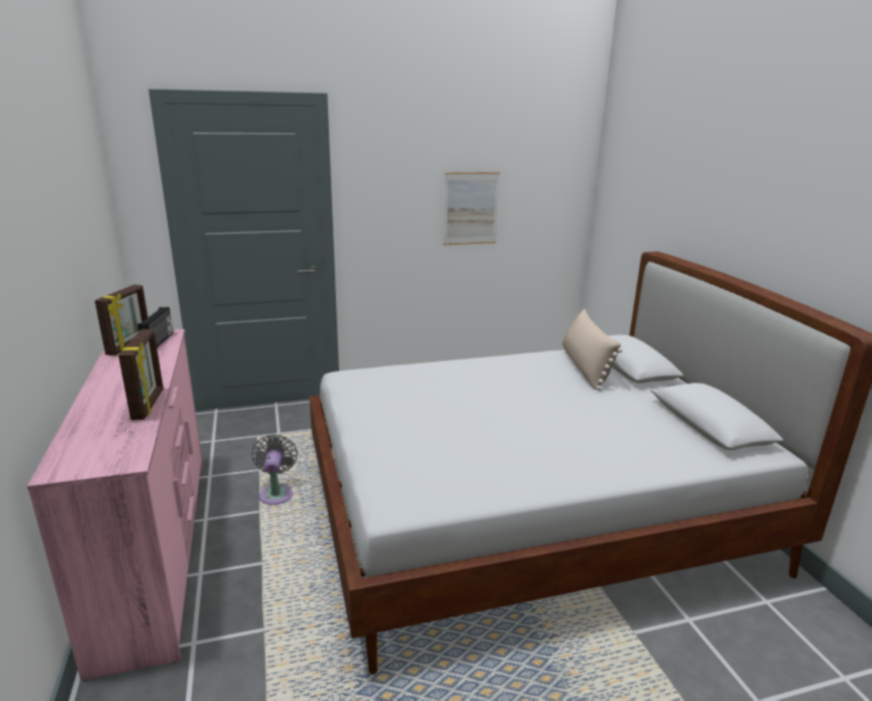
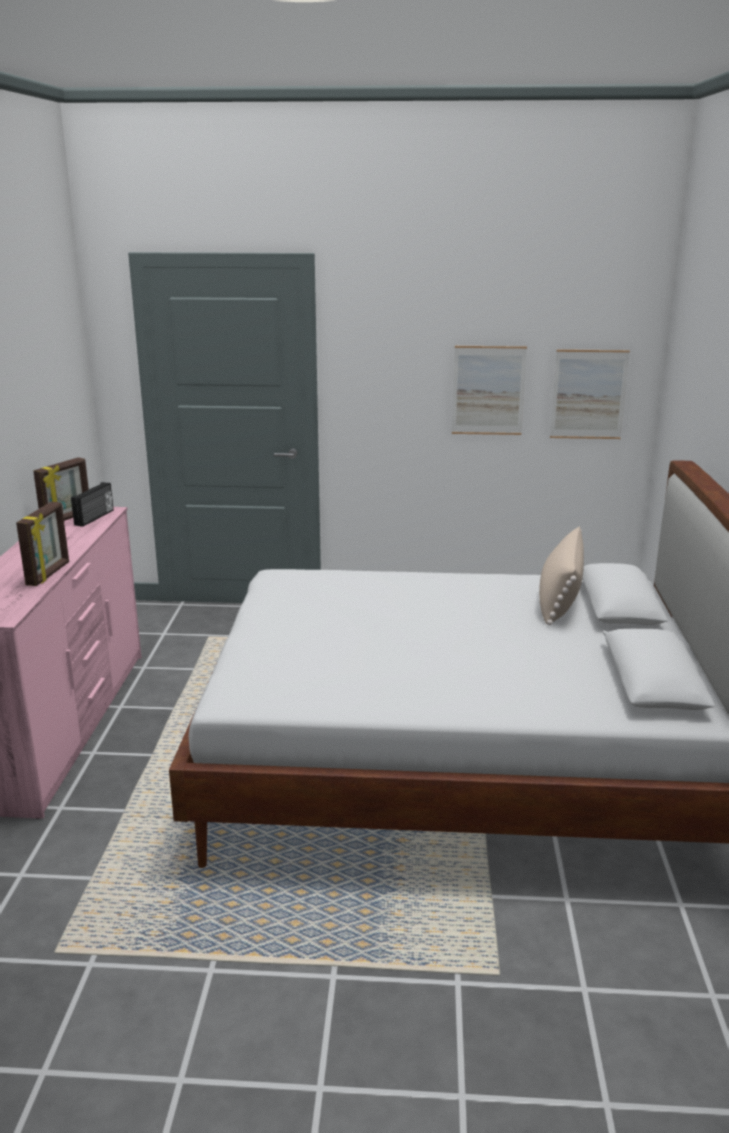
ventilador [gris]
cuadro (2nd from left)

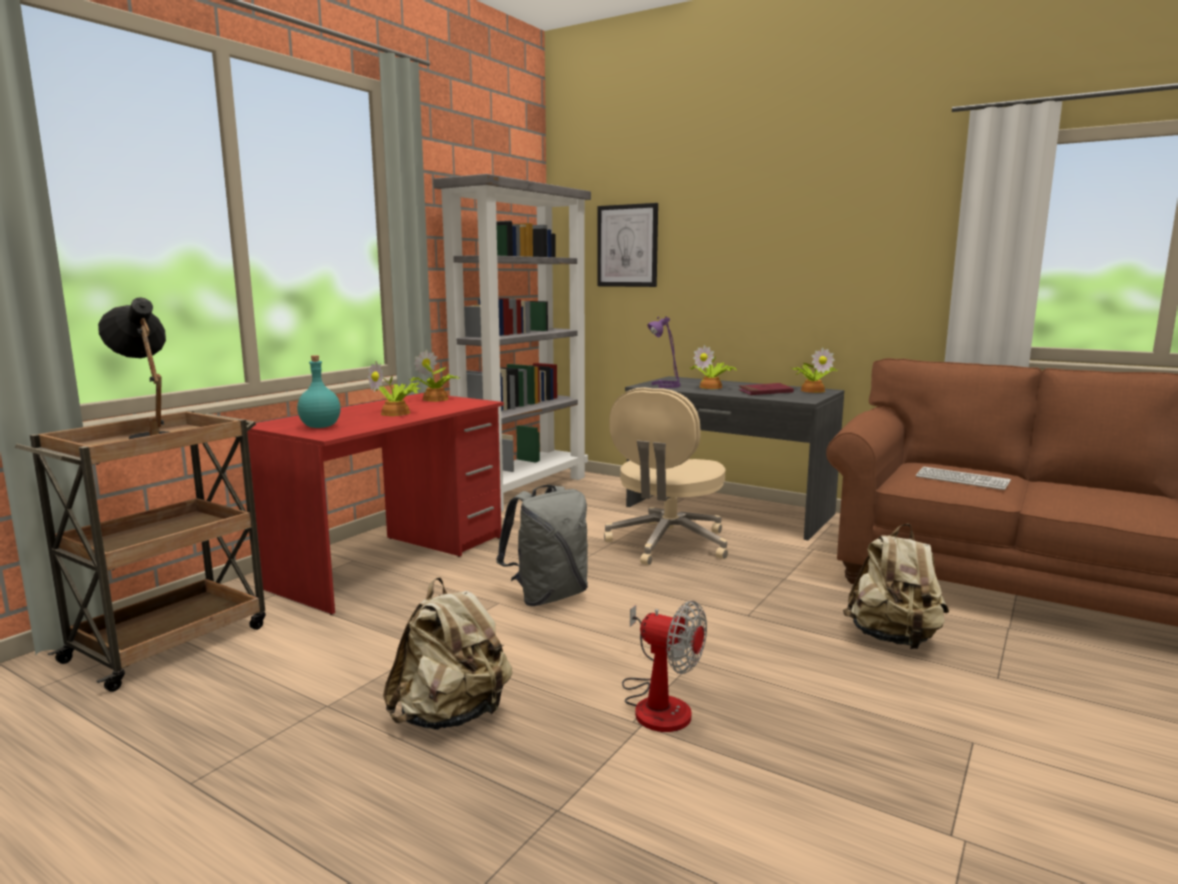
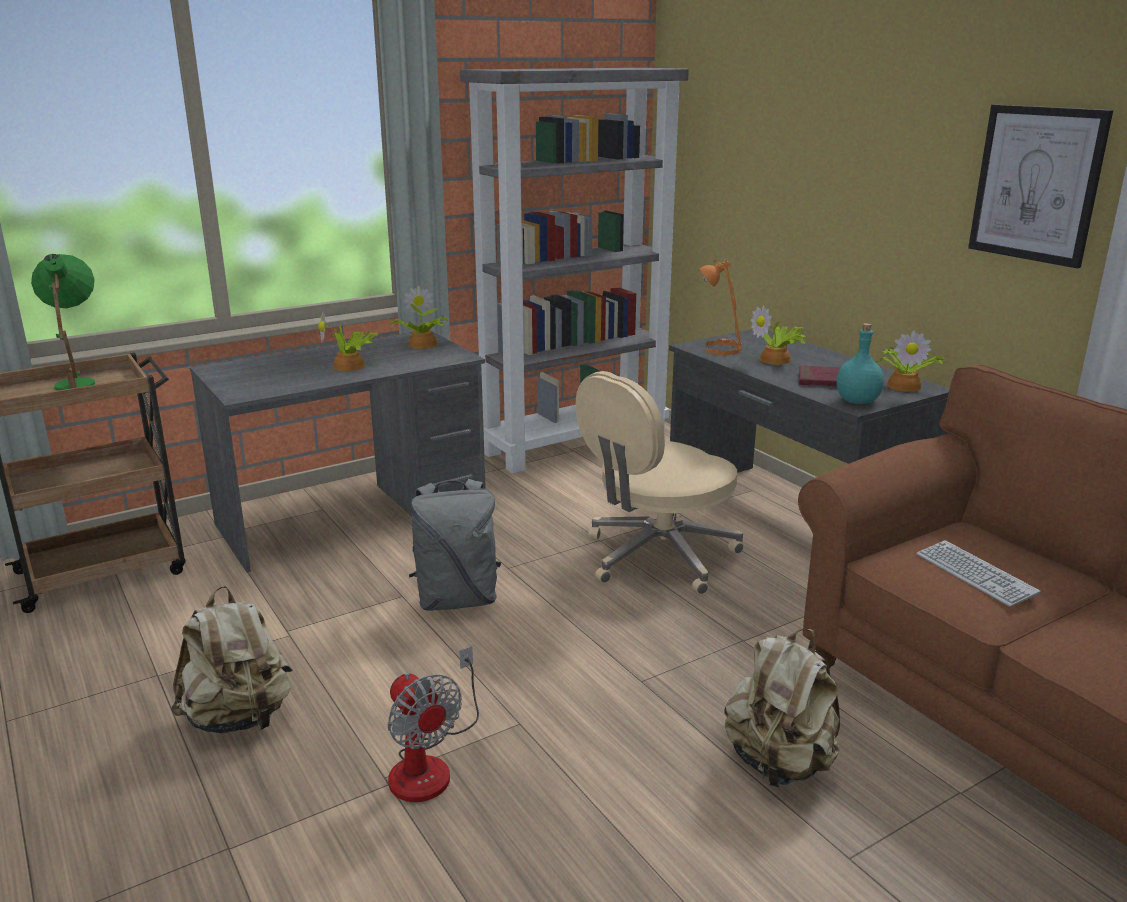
cuadro
lámpara de mesa [verde]
lámpara de mesa [naranja]
botella [turquesa]
escritorio [gris] (1st from left)

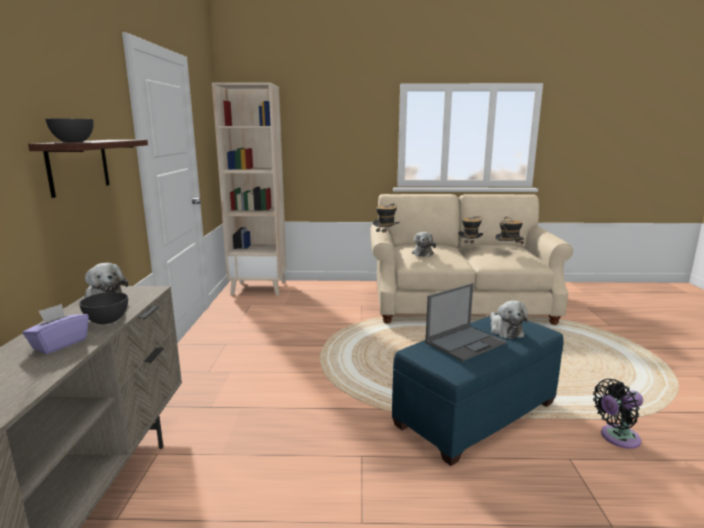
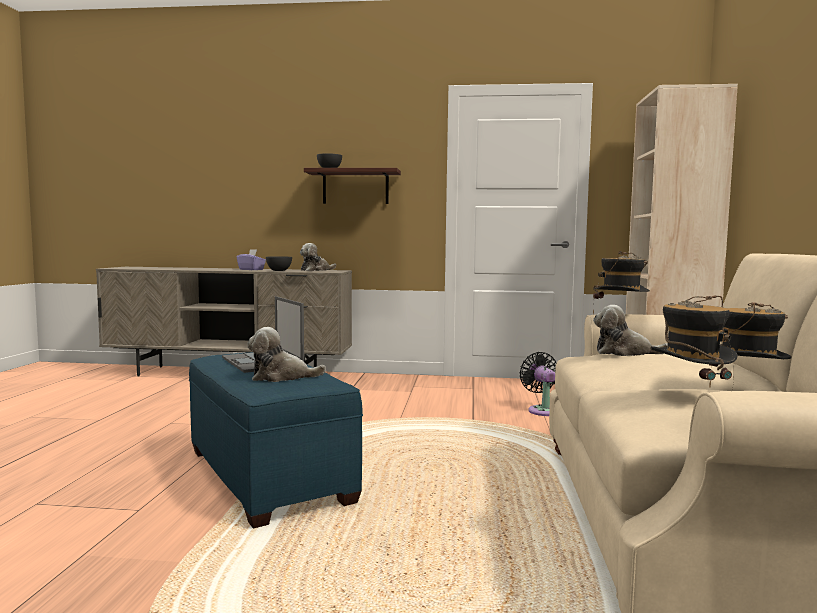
ventilador [negro]

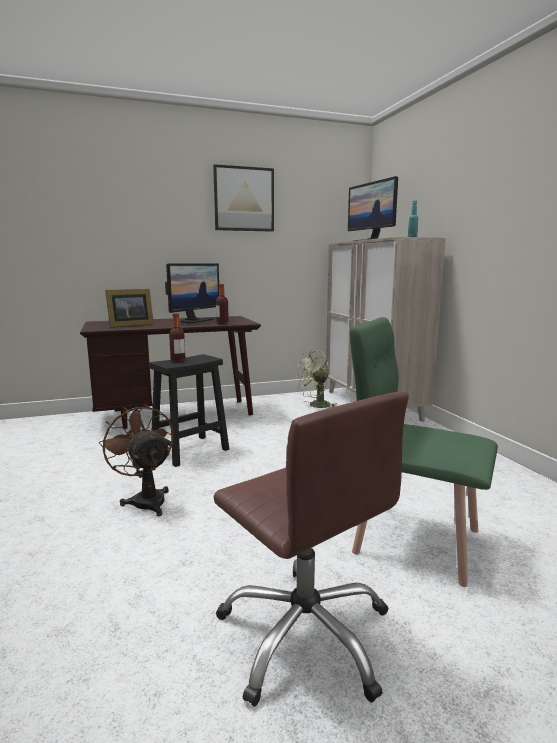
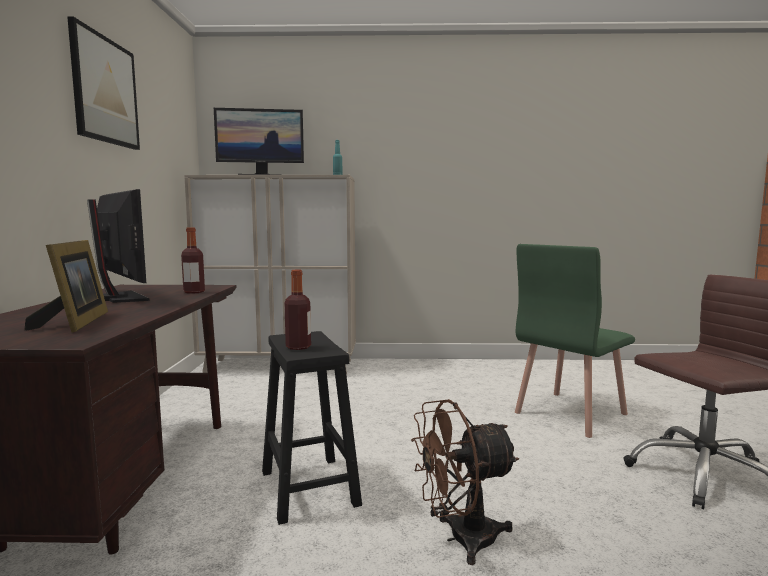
ventilador [verde]

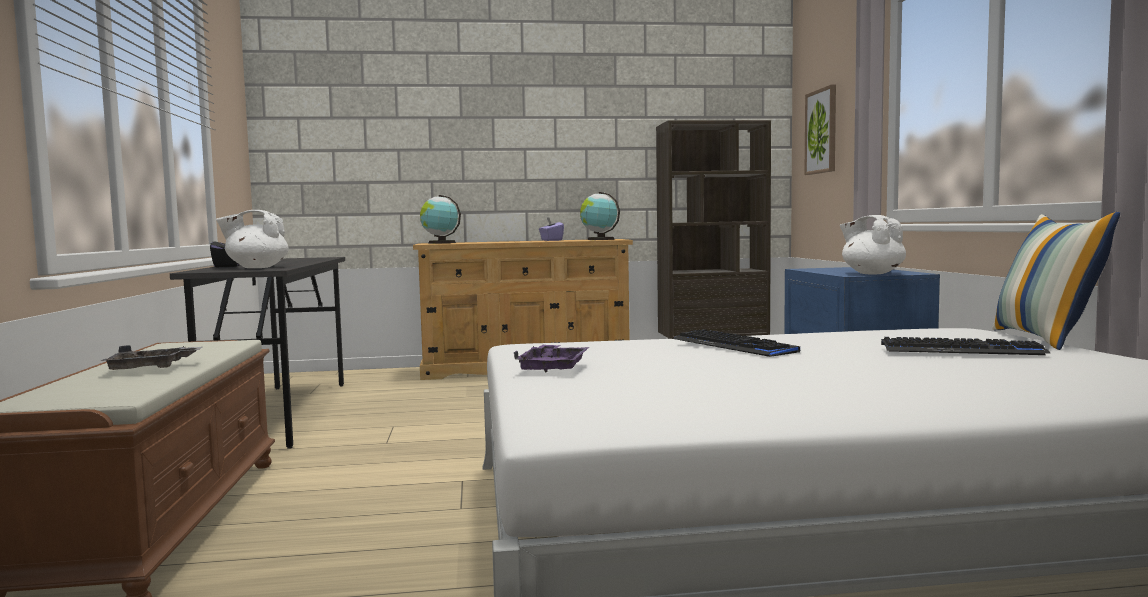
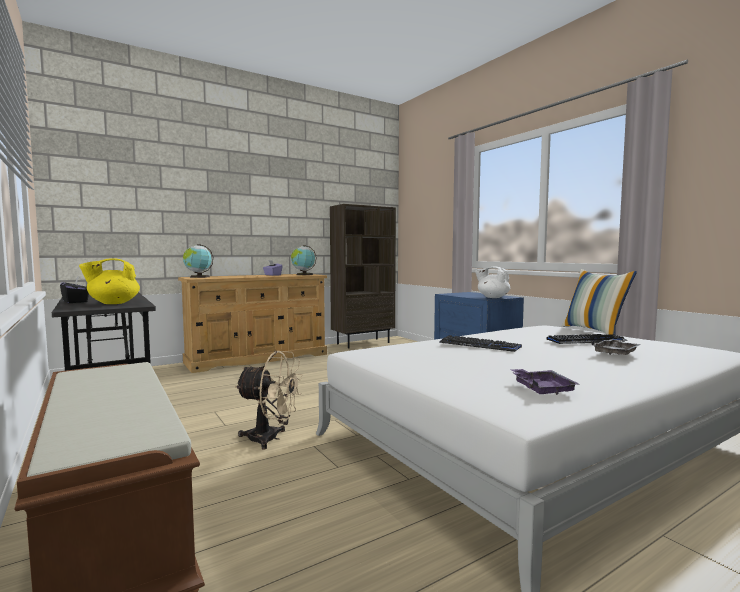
cuadro
tetera [amarillo]
bandeja [gris]
bandeja [morado]
ventilador [beis]

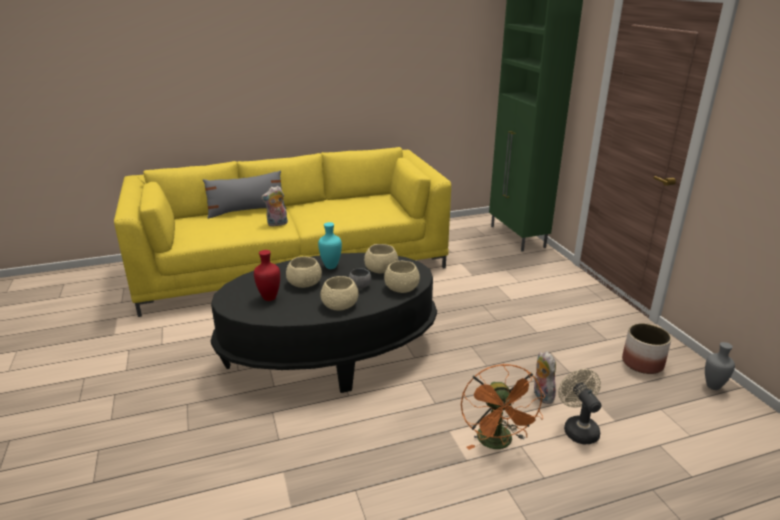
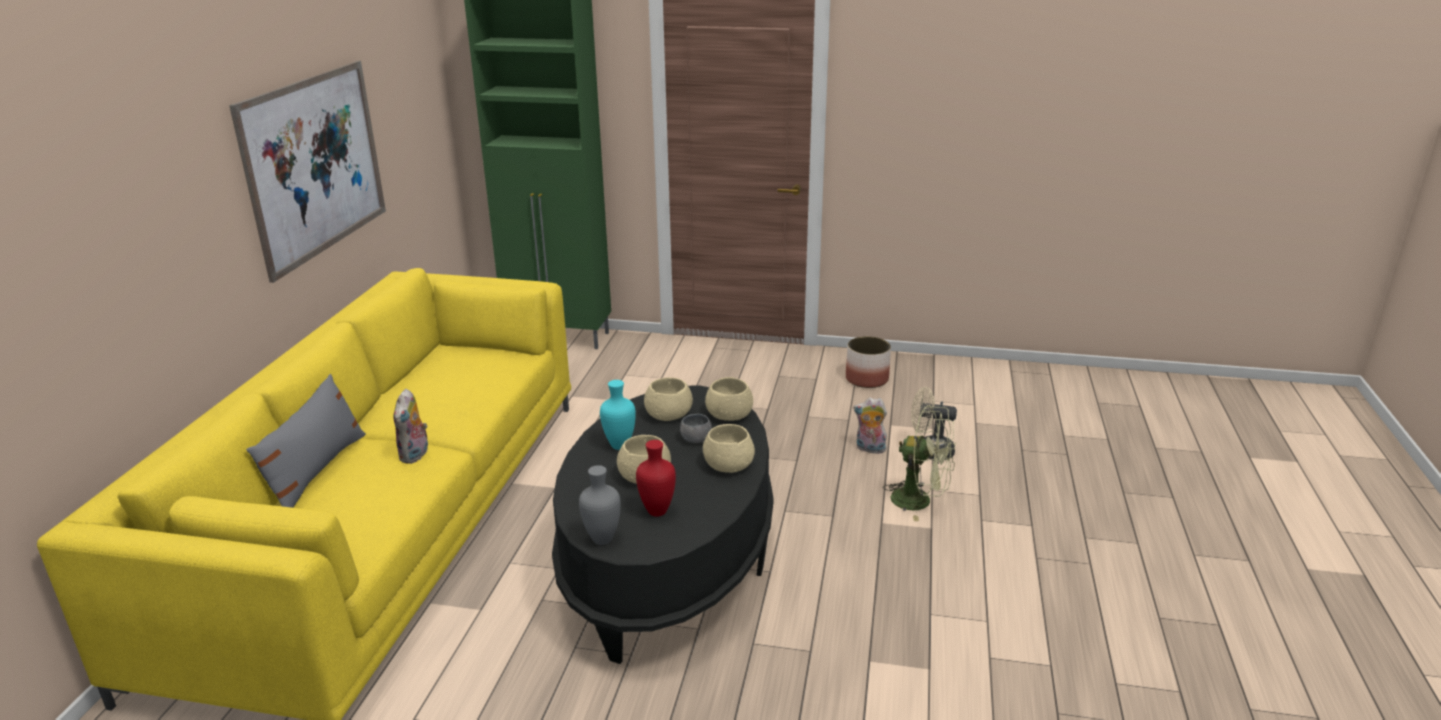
florero [gris]
ventilador [verde]
cuadro

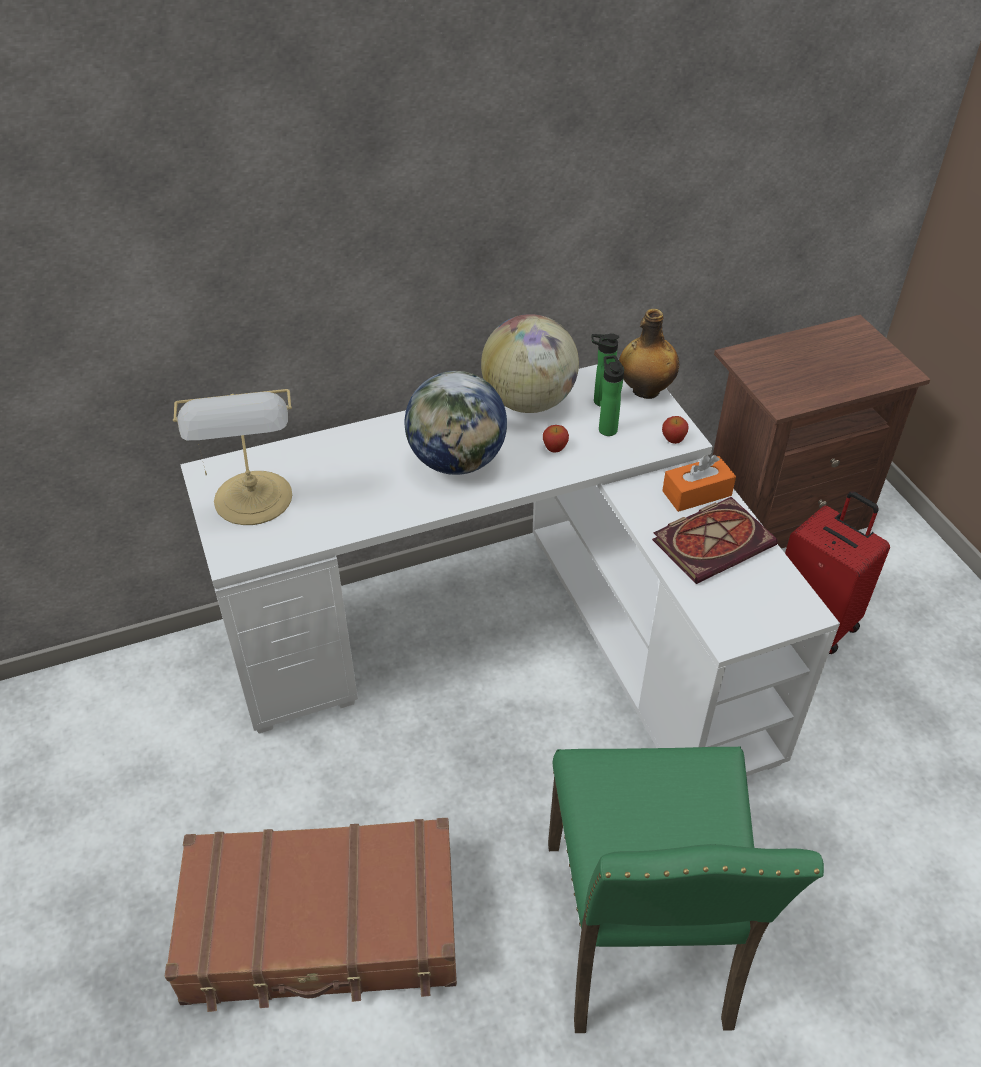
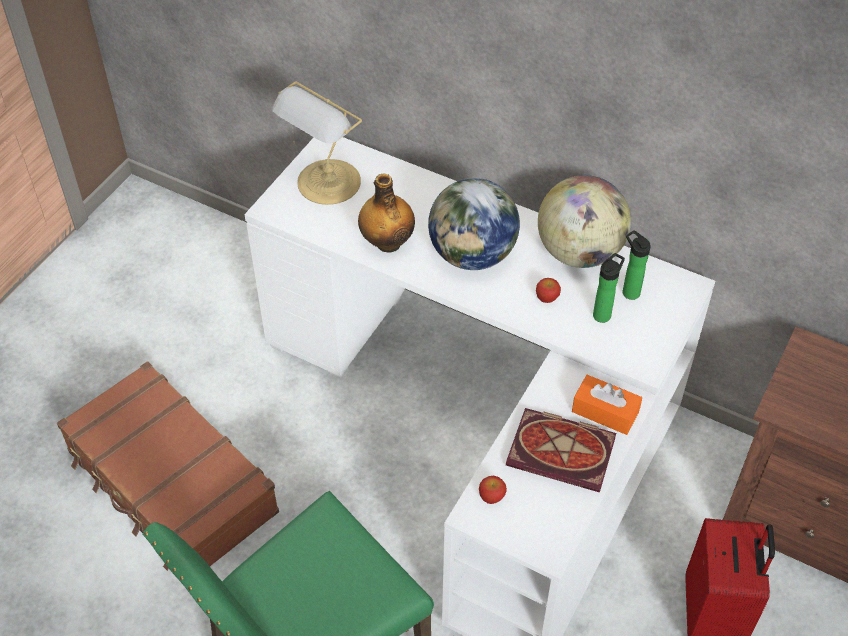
botella (1st from left)
manzana (1st from left)

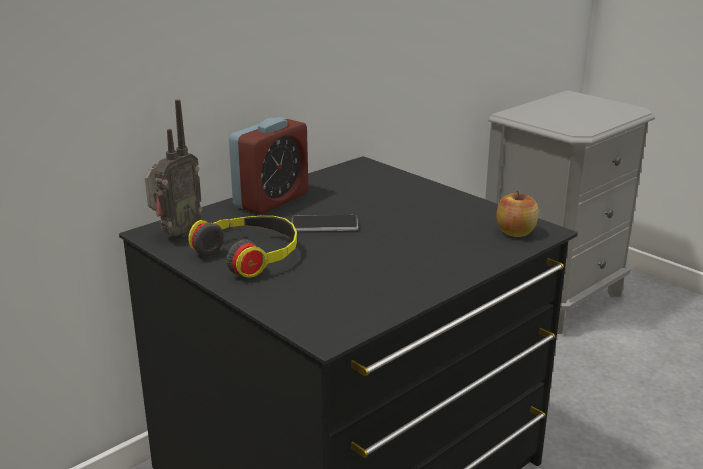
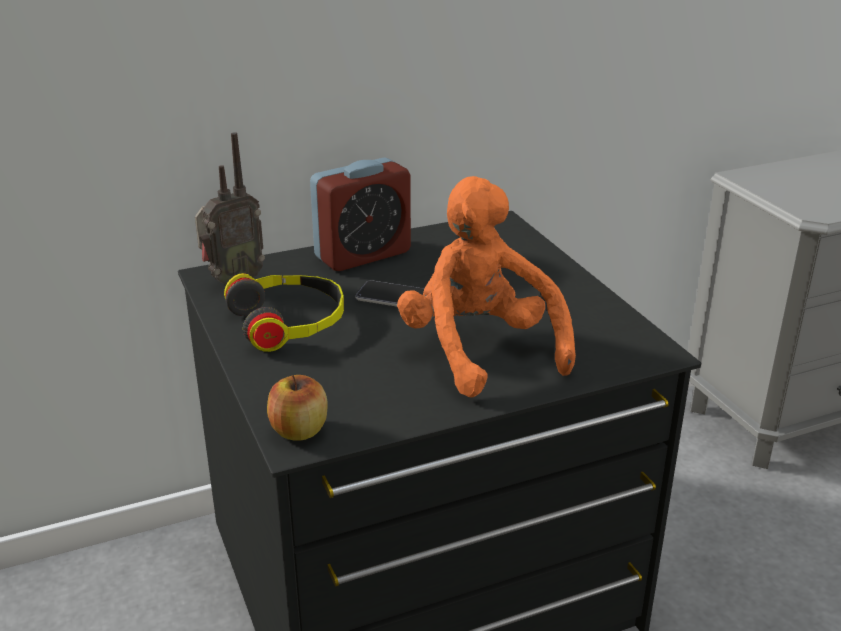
manzana
peluche [naranja]

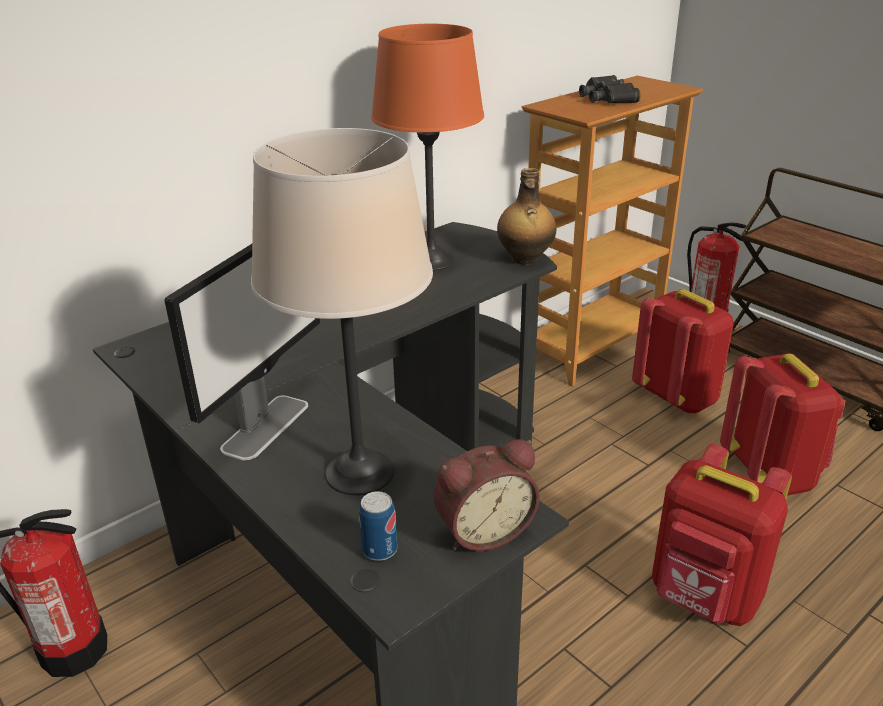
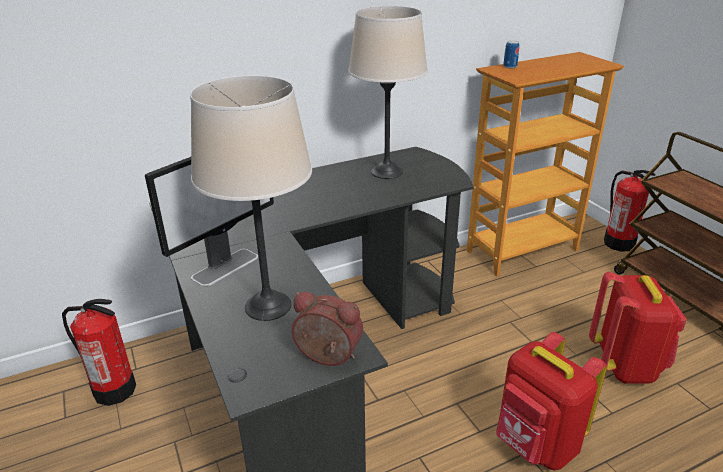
lámpara de mesa [beis] (2nd from left)
prismáticos [negro]
botella
mochila [rojo] (1st from left in the first image)
despertador
lata

